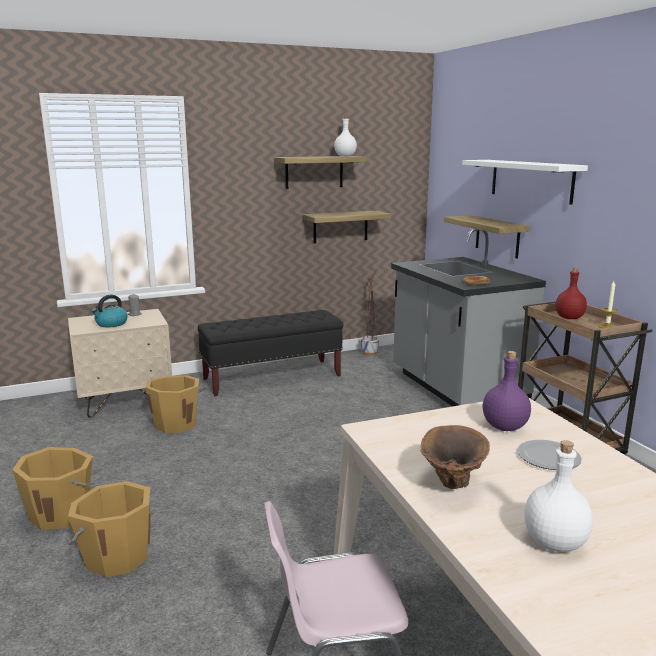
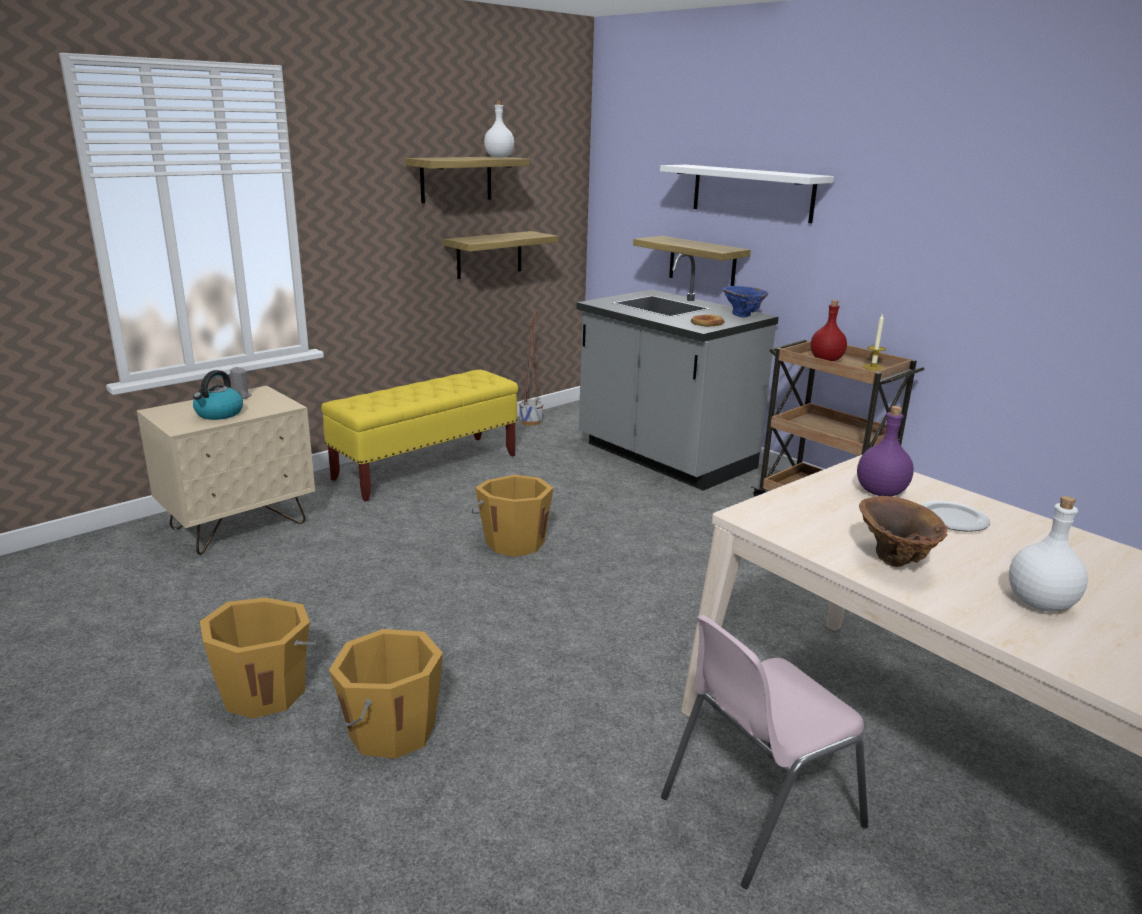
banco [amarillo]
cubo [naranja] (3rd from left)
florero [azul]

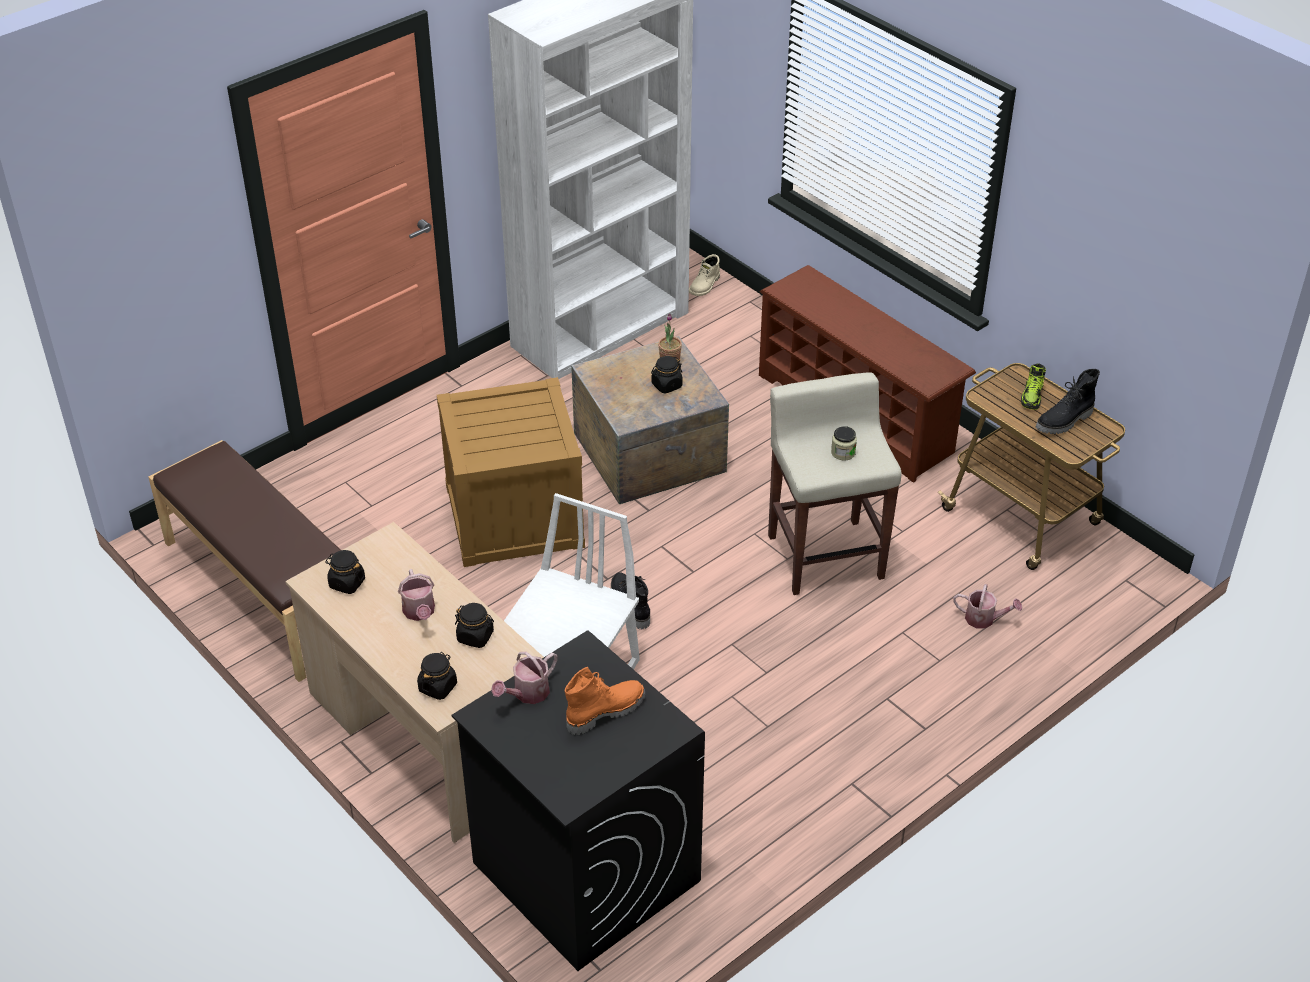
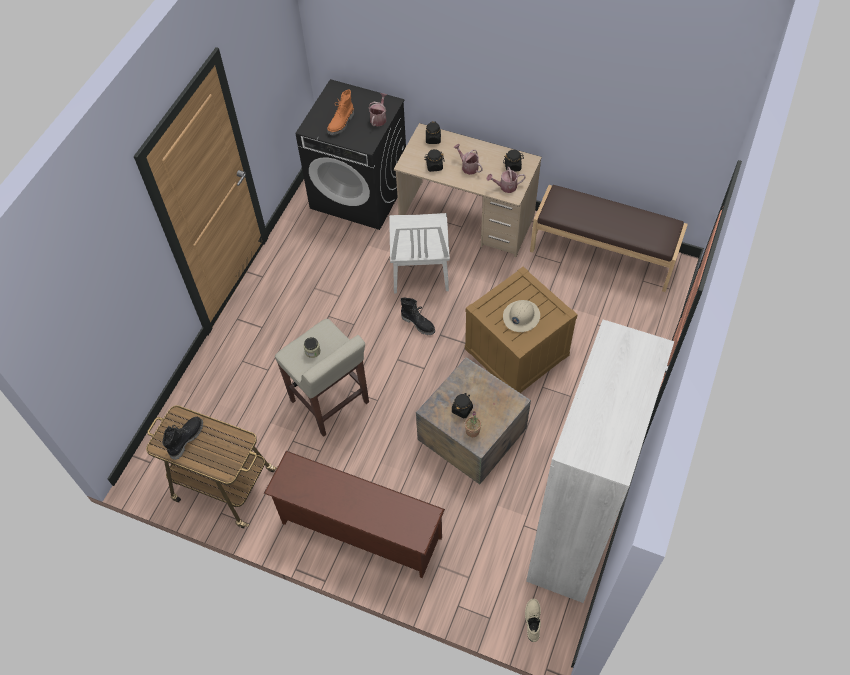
zapato
regadera (3rd from left)
casco [beis]

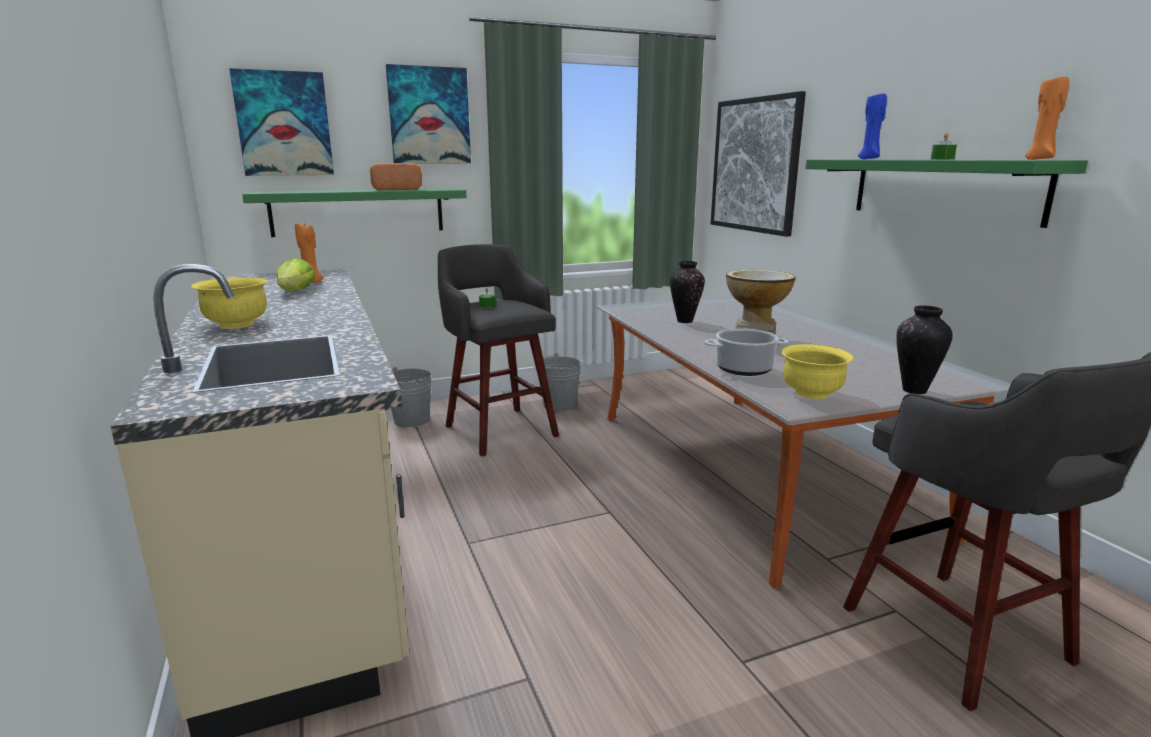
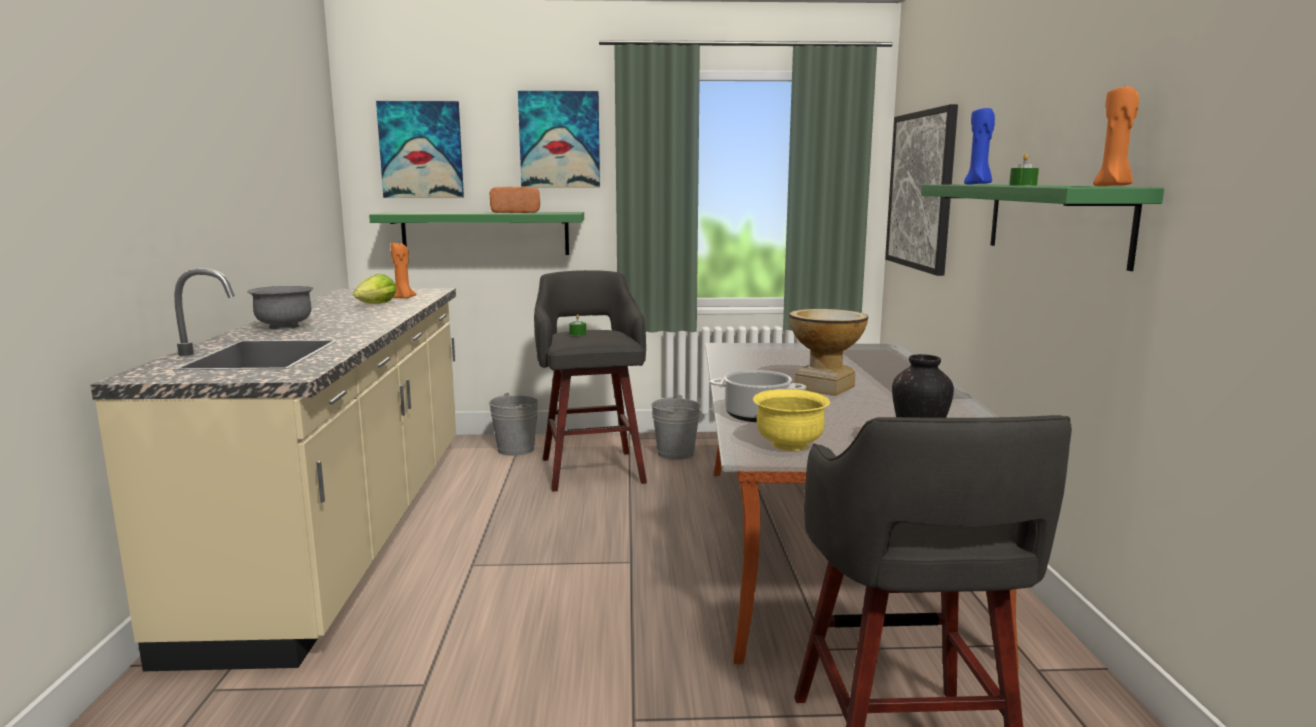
florero (1st from left in the first image)
cuenco [gris]

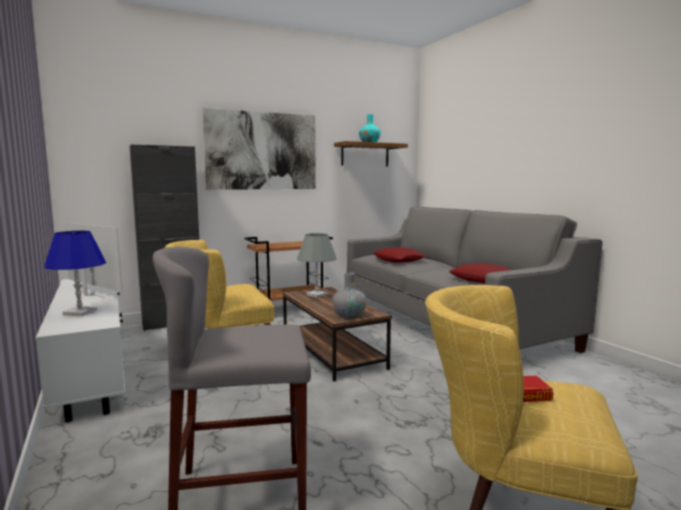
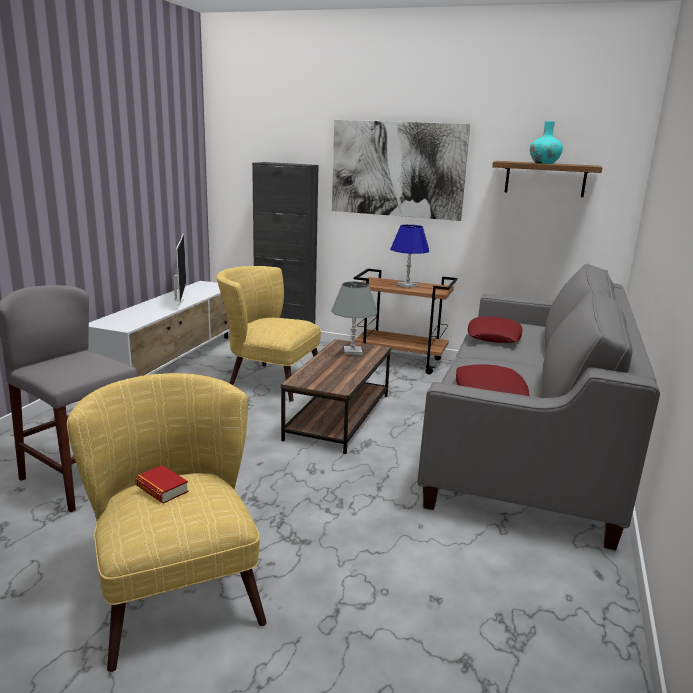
lámpara de mesa [azul]
florero [gris]

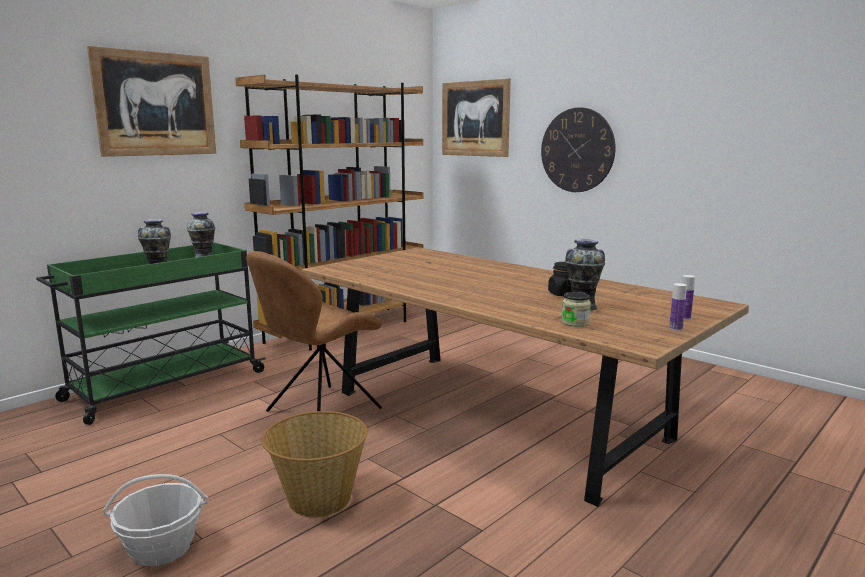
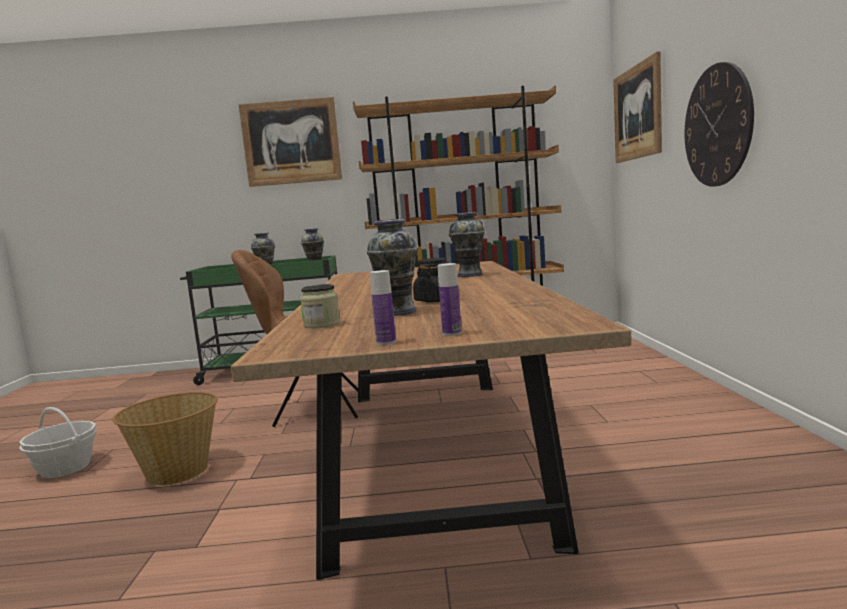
florero (4th from left)

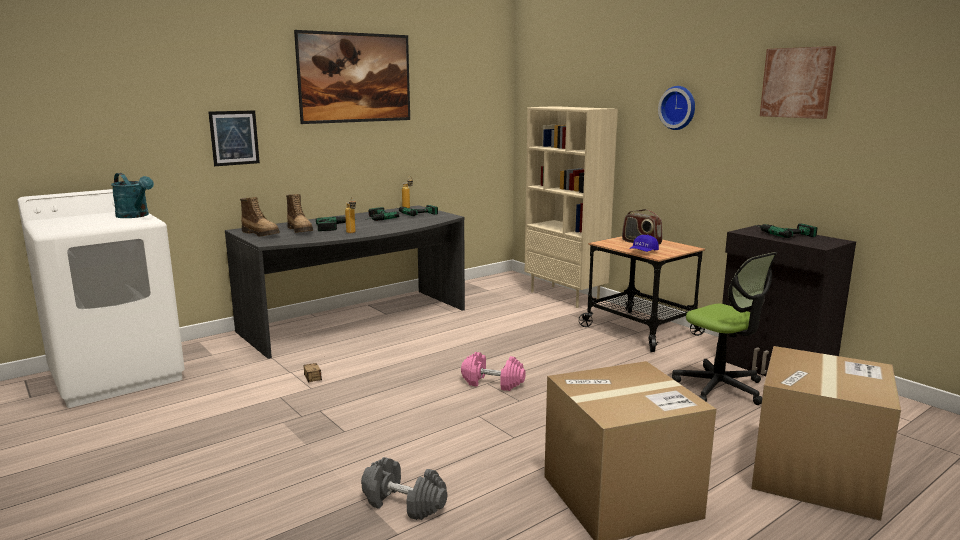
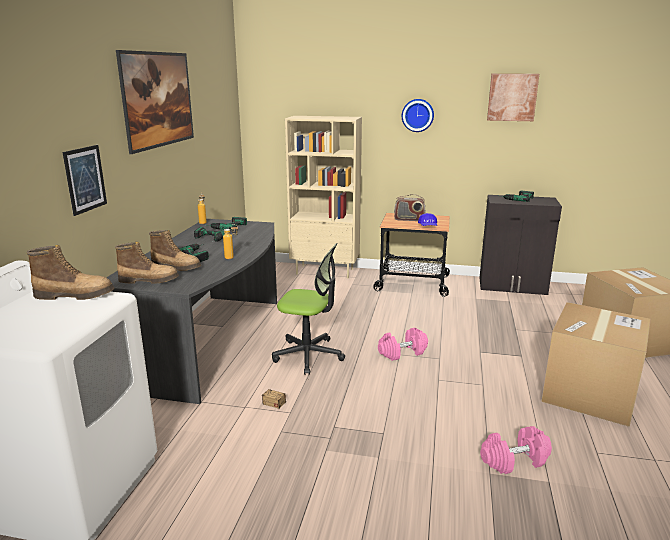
bota (1st from left)
silla de oficina
mancuerna [rosa] (2nd from left)

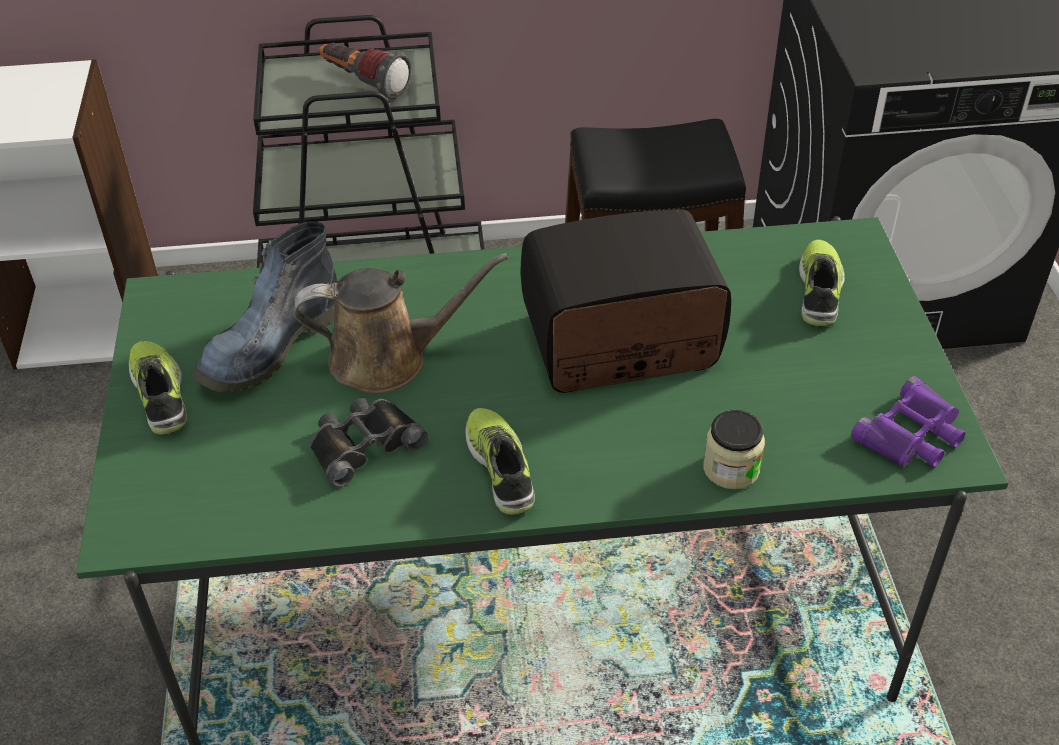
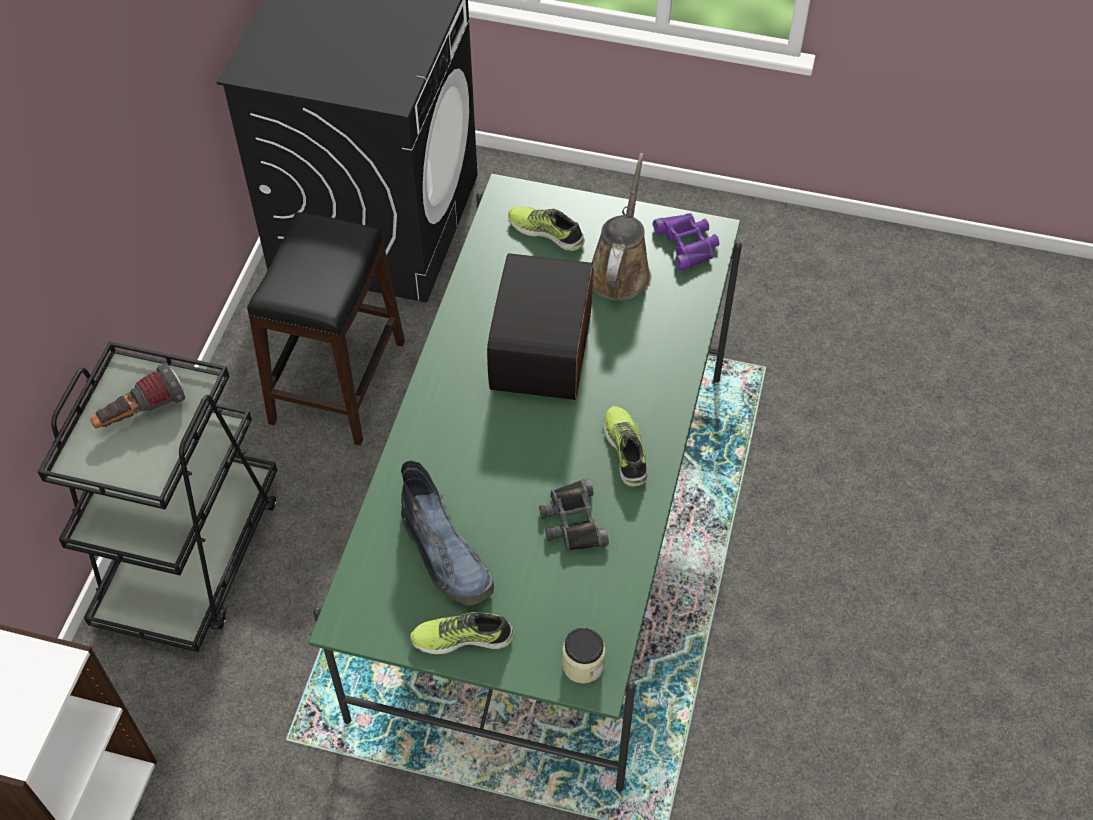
regadera [marrón]
zapato (3rd from left)
tarro

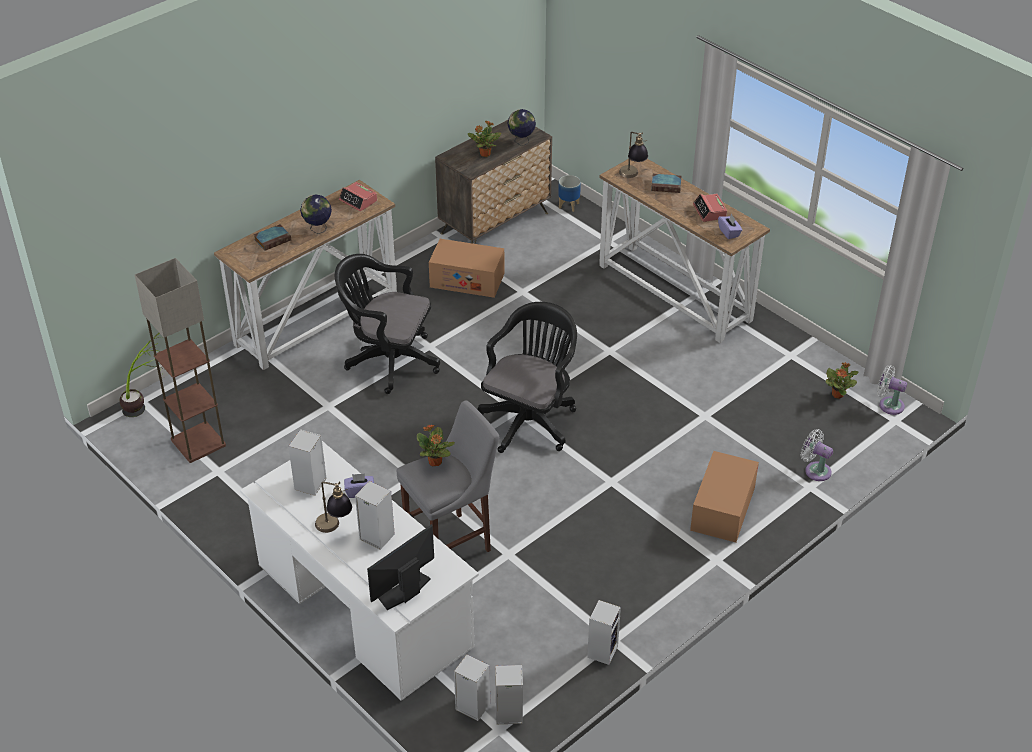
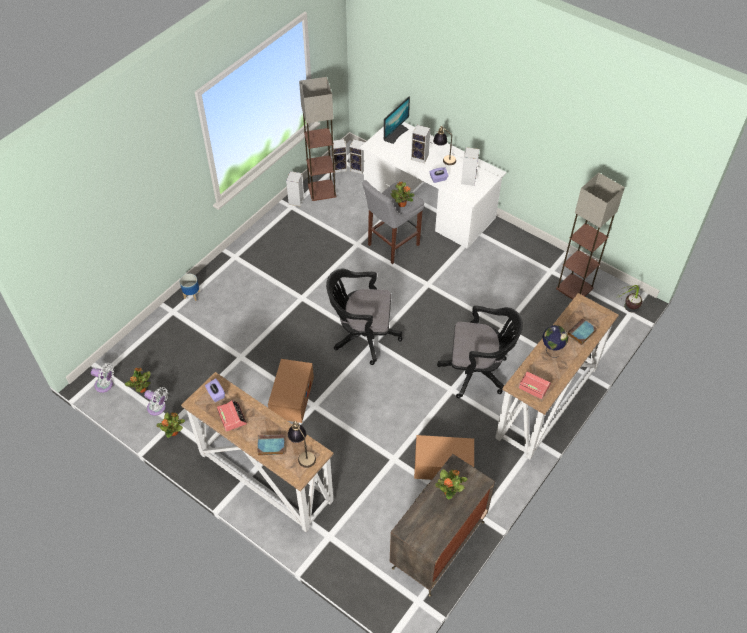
globo terráqueo (2nd from left in the first image)
maceta
silla de oficina [negro] (1st from left)
ventilador [blanco] (2nd from left)
caja de cartón (1st from left)
lámpara de pie (1st from left)
planta en maceta (2nd from left)

